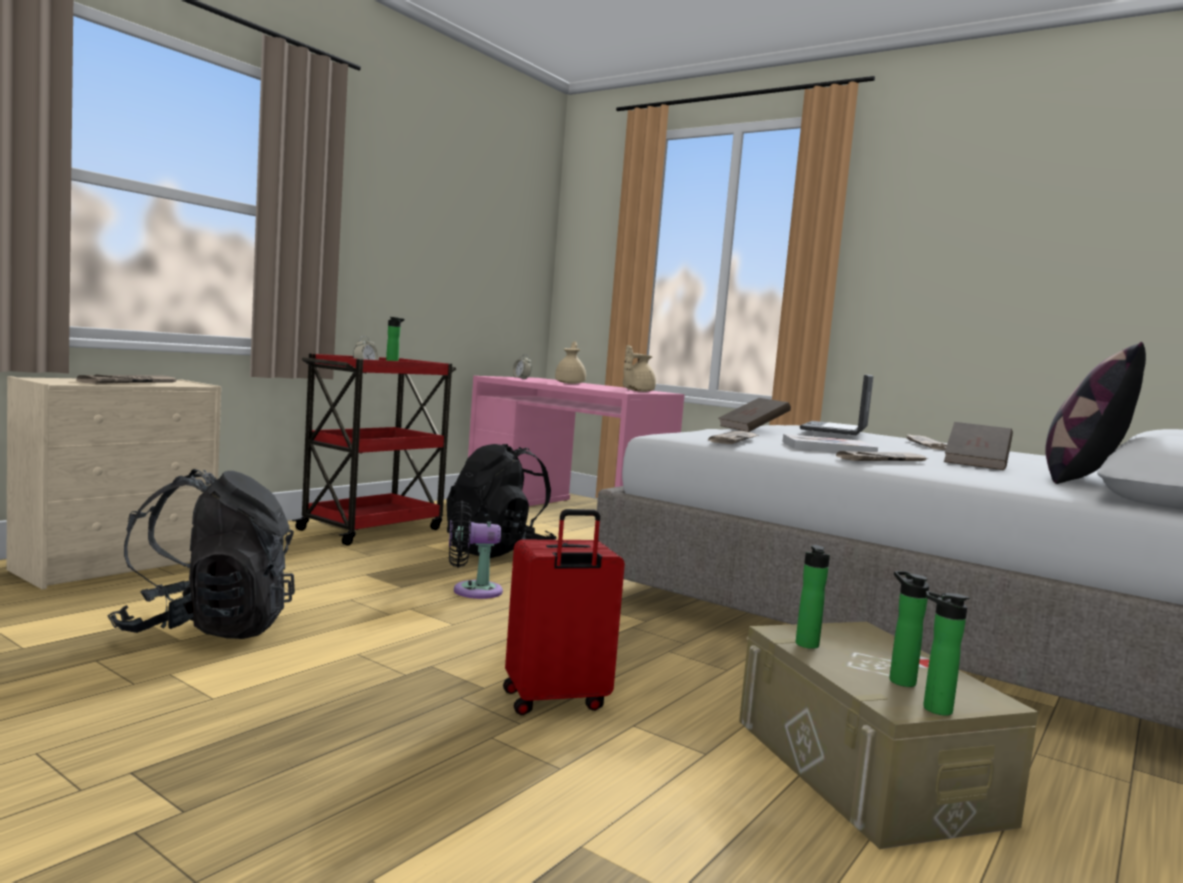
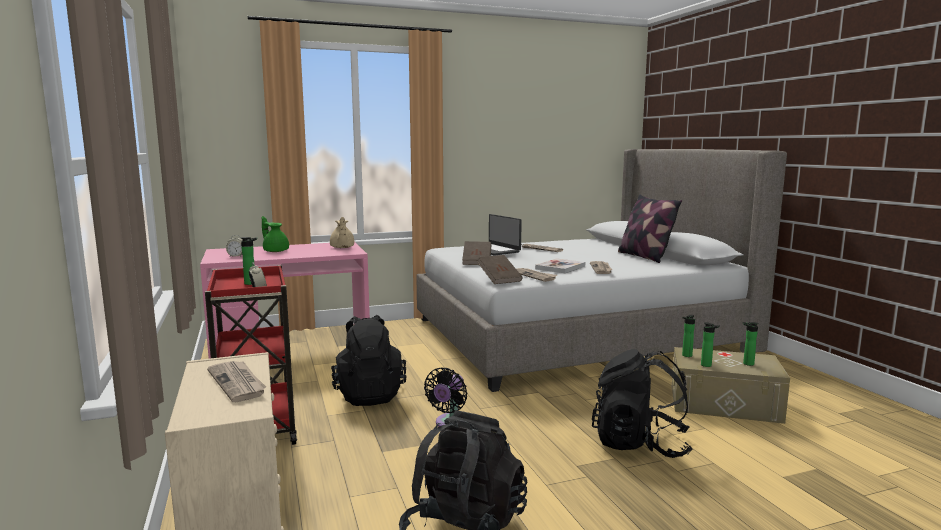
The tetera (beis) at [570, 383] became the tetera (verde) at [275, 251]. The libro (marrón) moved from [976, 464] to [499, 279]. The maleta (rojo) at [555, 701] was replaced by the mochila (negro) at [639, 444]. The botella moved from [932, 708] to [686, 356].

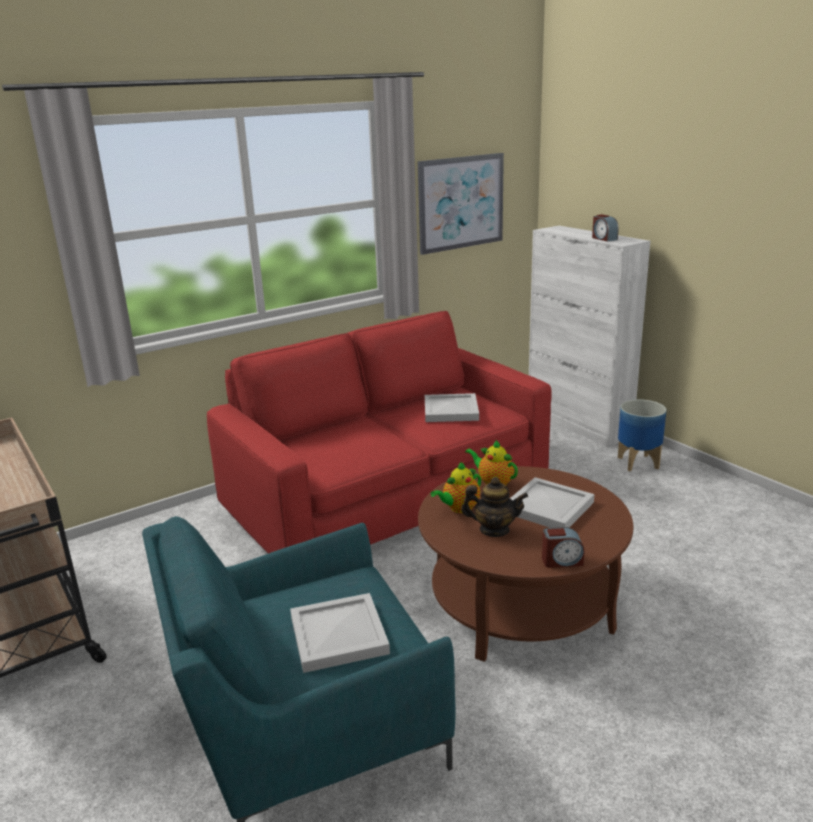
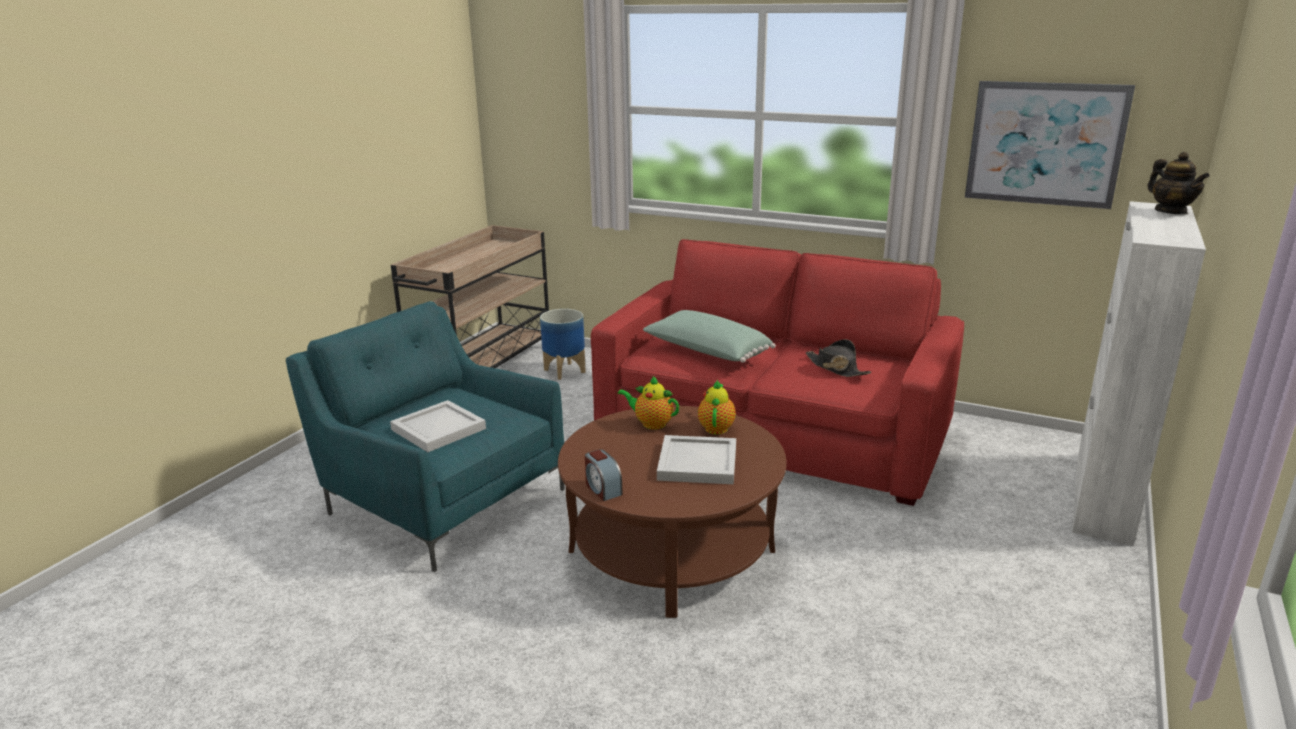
The despertador at [604, 238] disappeared. The bandeja (blanco) at [450, 410] was replaced by the sombrero (negro) at [836, 368]. The maceta moved from [637, 462] to [565, 371]. The tetera moved from [494, 530] to [1171, 212]. The cojín (verde) at [706, 352] appeared.

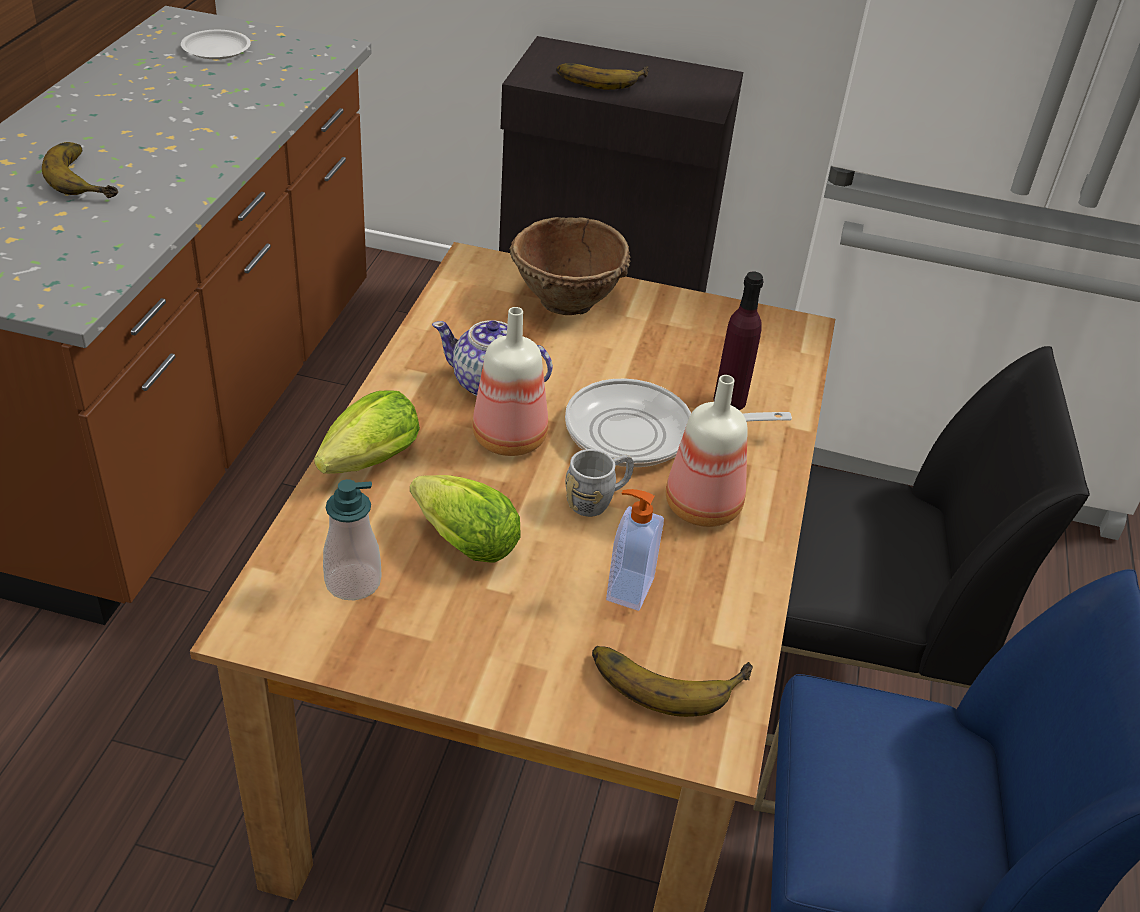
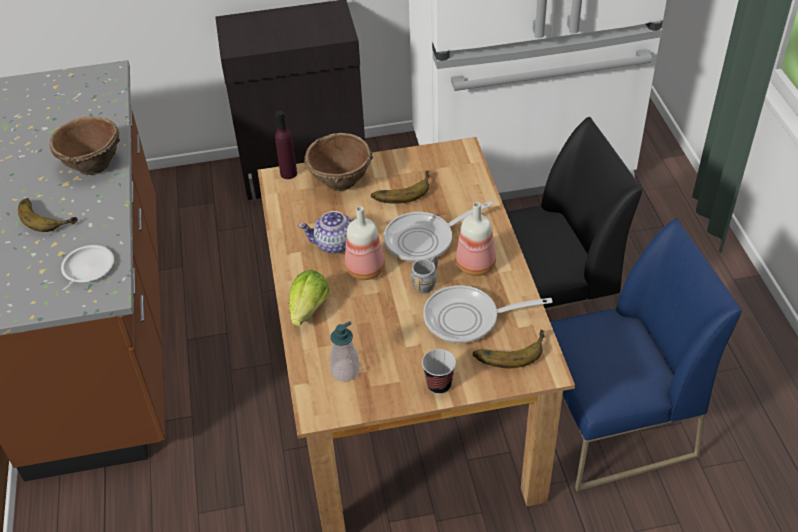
The plato (blanco) moved from [216, 49] to [88, 266]. The plátano moved from [600, 78] to [401, 190]. The botella (morado) moved from [729, 400] to [288, 173]. The lechuga at [460, 540] disappeared. The dispensador de jabón at [628, 589] was replaced by the sartén at [468, 319]. The cuenco (marrón) at [92, 165] appeared. The taza at [439, 385] appeared.

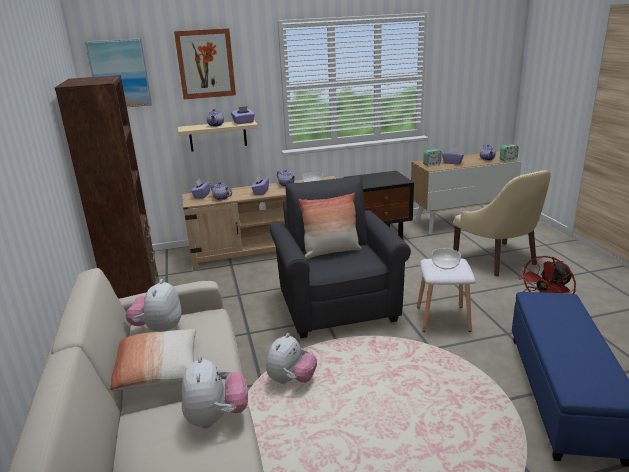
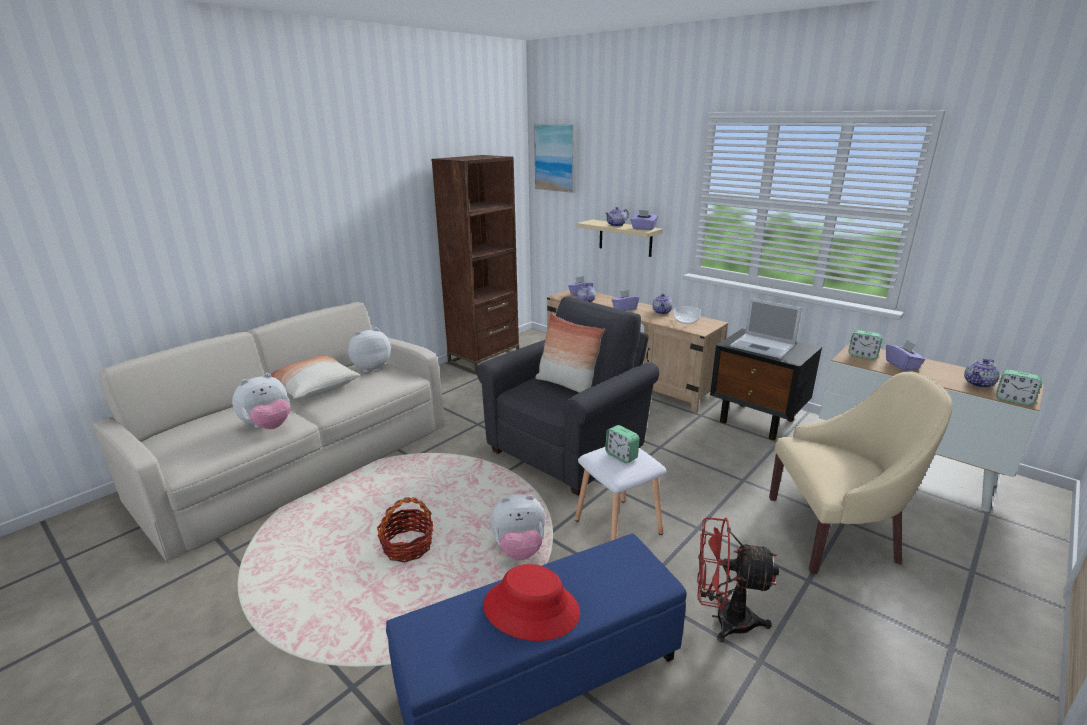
The cuadro at [205, 64] disappeared. The sillón (beis) at [498, 260] turned 120 degrees counterclockwise. The cuenco at [445, 264] was replaced by the despertador at [621, 456]. The peluche moved from [291, 380] to [519, 549]. The portátil at [763, 346] appeared. The cesta at [407, 546] appeared. The sombrero (rojo) at [531, 609] appeared.

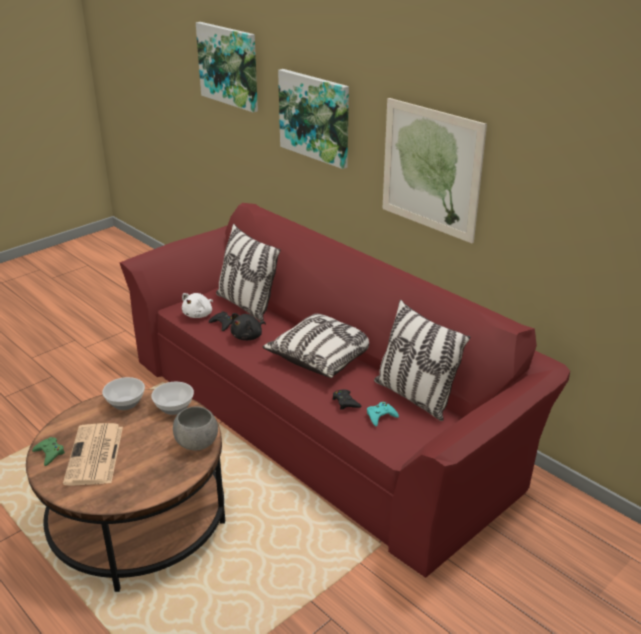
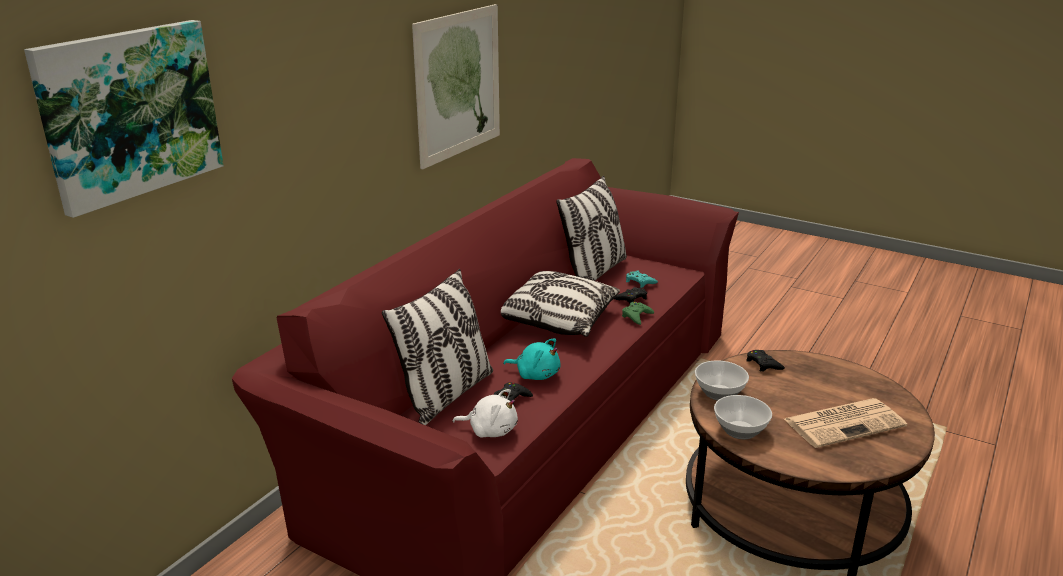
The cuadro at [315, 117] disappeared. The peluche (negro) at [248, 336] became the peluche (turquesa) at [535, 374]. The cuenco (gris) at [197, 443] was replaced by the mando de consola (negro) at [763, 364]. The mando de consola (verde) moved from [49, 453] to [636, 316].

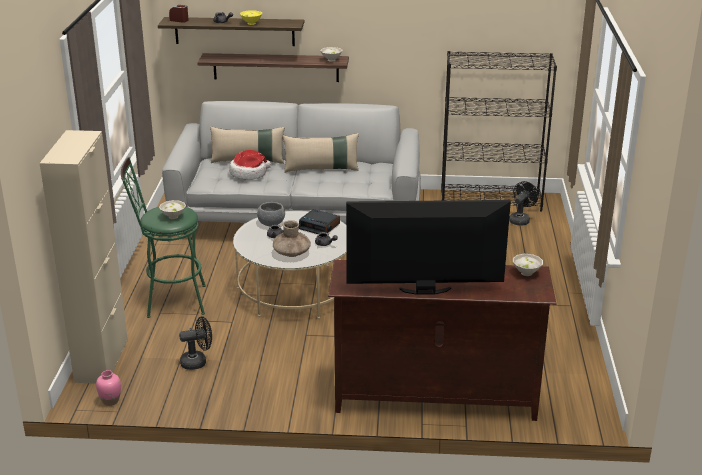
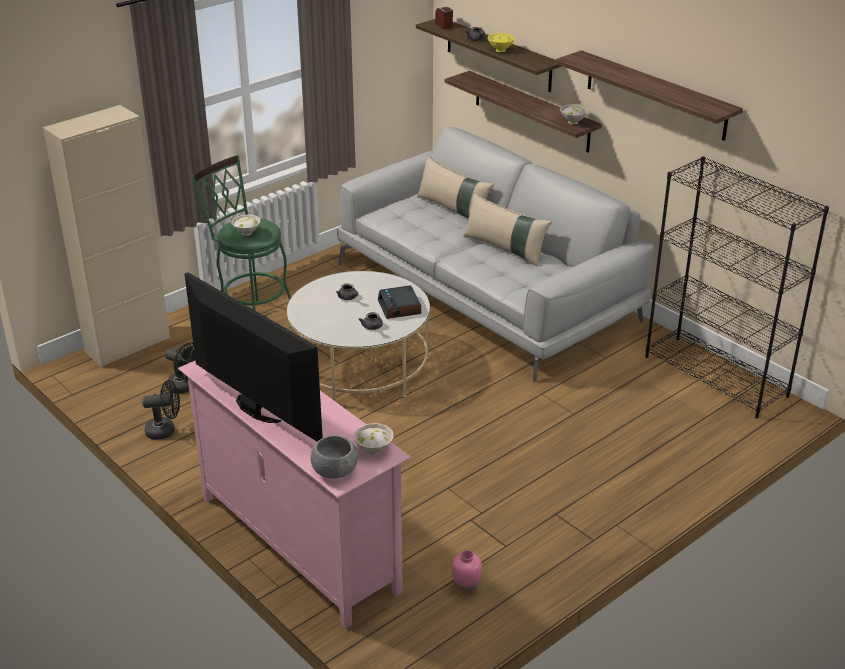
The sombrero at [249, 173] disappeared. The ventilador (negro) moved from [520, 219] to [165, 430]. The cuenco (gris) moved from [271, 223] to [334, 471]. The florero (marrón) at [291, 253] disappeared. The mueble de televisión (marrón) at [434, 399] became the mueble de televisión (rosa) at [297, 544]. The florero (rosa) moved from [110, 401] to [466, 586]. The estante at [655, 95] appeared.

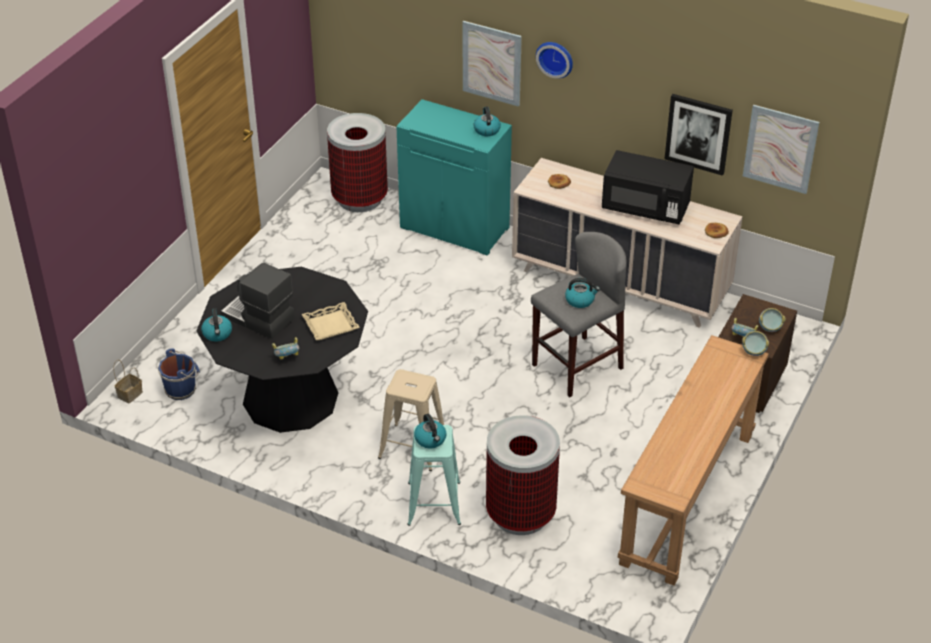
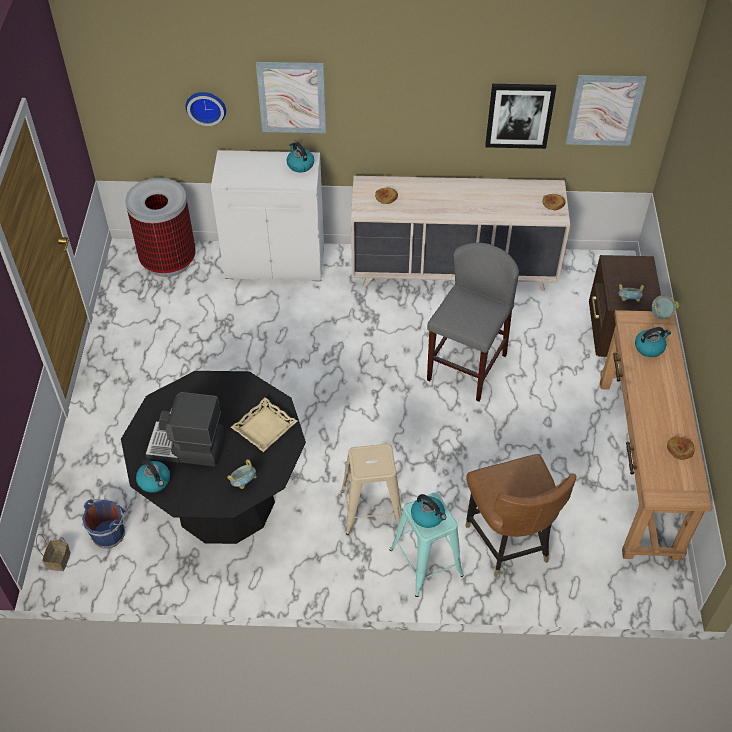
The reloj de pared moved from [555, 58] to [206, 106]. The armario (turquesa) at [455, 227] became the armario (blanco) at [275, 262]. The microondas (negro) at [645, 207] disappeared. The hervidor moved from [580, 300] to [649, 347]. The cuenco at [769, 328] disappeared. The papelera at [520, 514] was replaced by the silla (marrón) at [508, 541]. The pan at [680, 449] appeared.

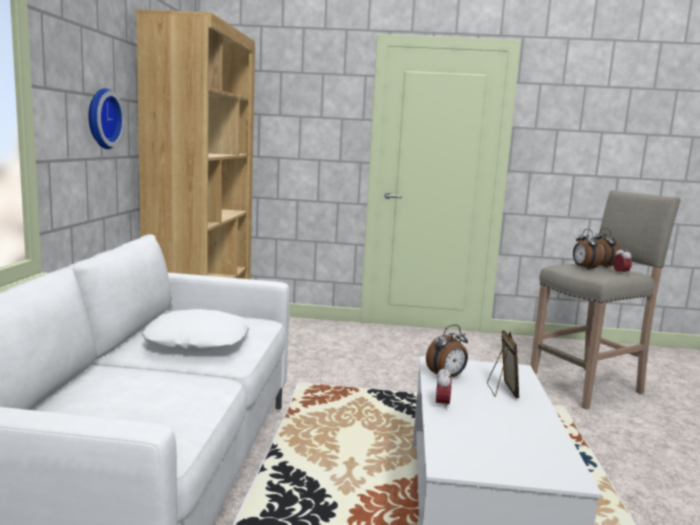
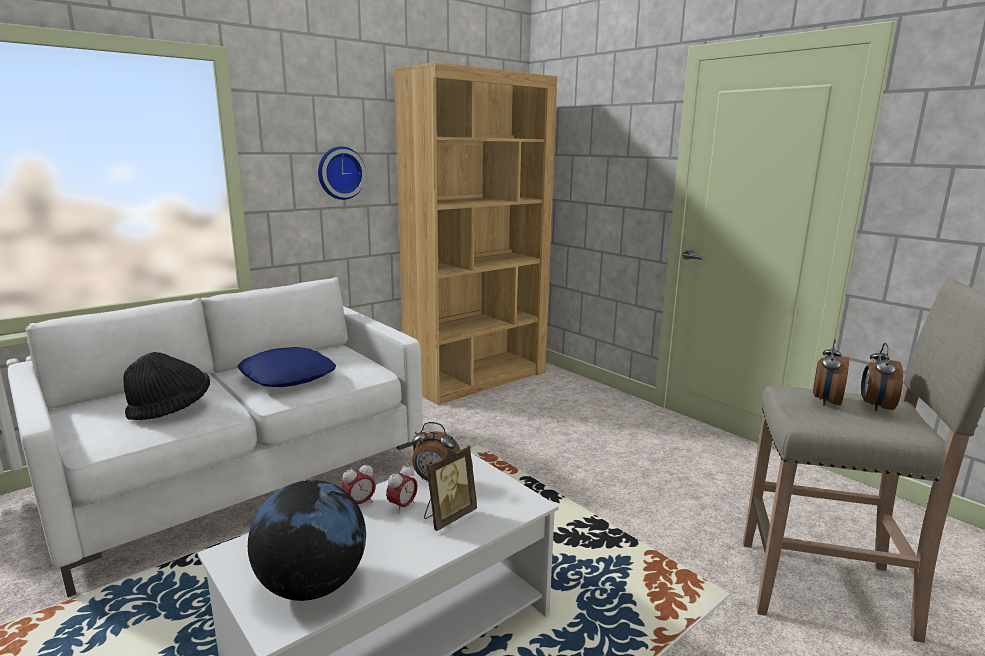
The despertador moved from [620, 273] to [402, 506]. The cojín (blanco) at [198, 341] became the cojín (azul) at [288, 376]. The sombrero (negro) at [171, 409] appeared. The globo terráqueo at [312, 585] appeared.

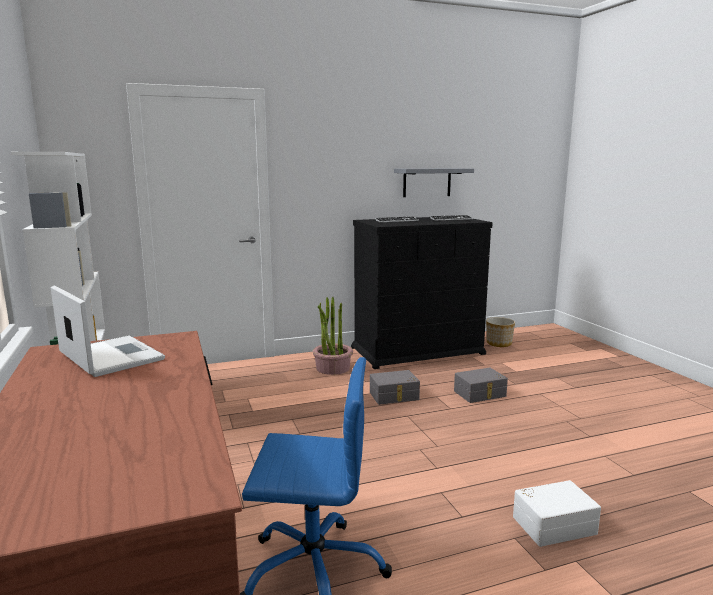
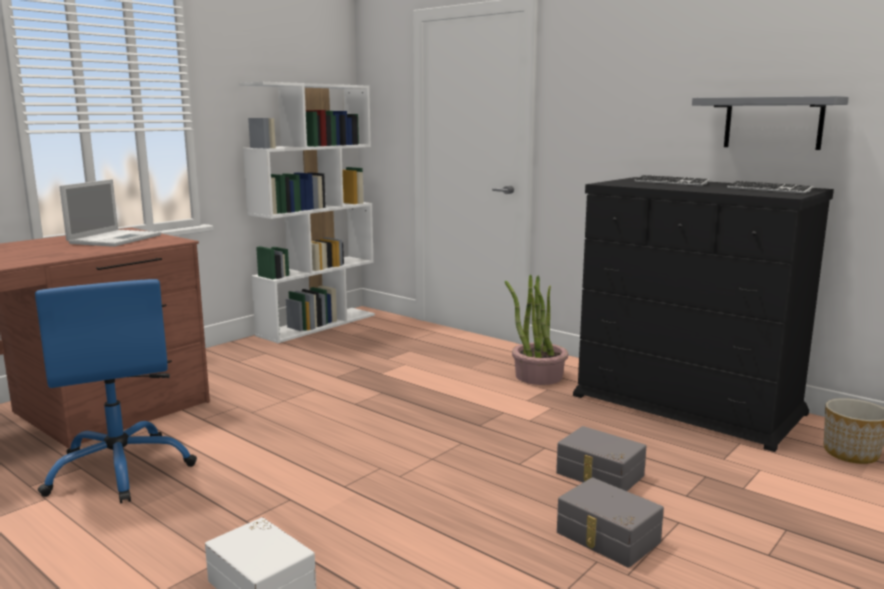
The caja de almacenaje (gris) moved from [394, 396] to [607, 538].

